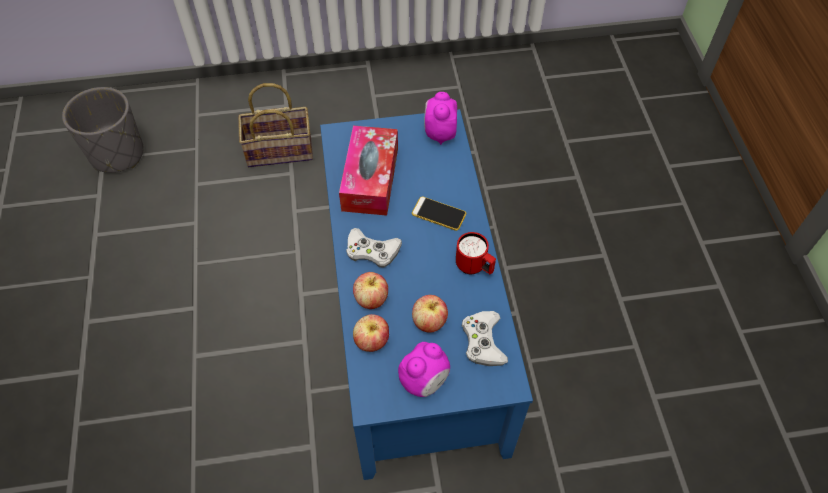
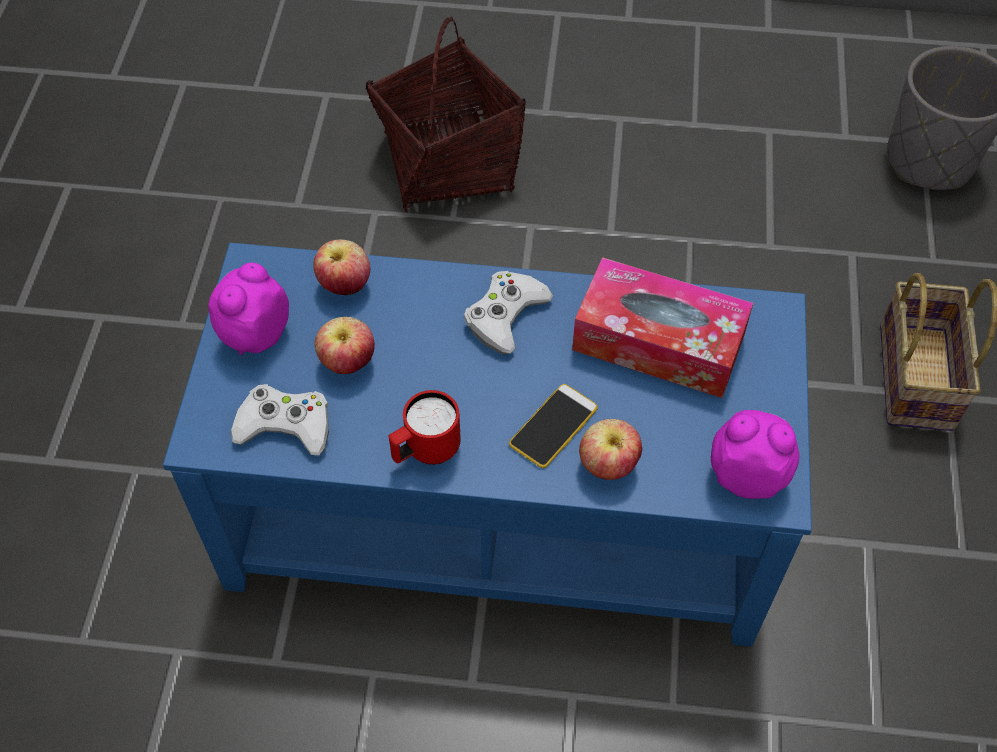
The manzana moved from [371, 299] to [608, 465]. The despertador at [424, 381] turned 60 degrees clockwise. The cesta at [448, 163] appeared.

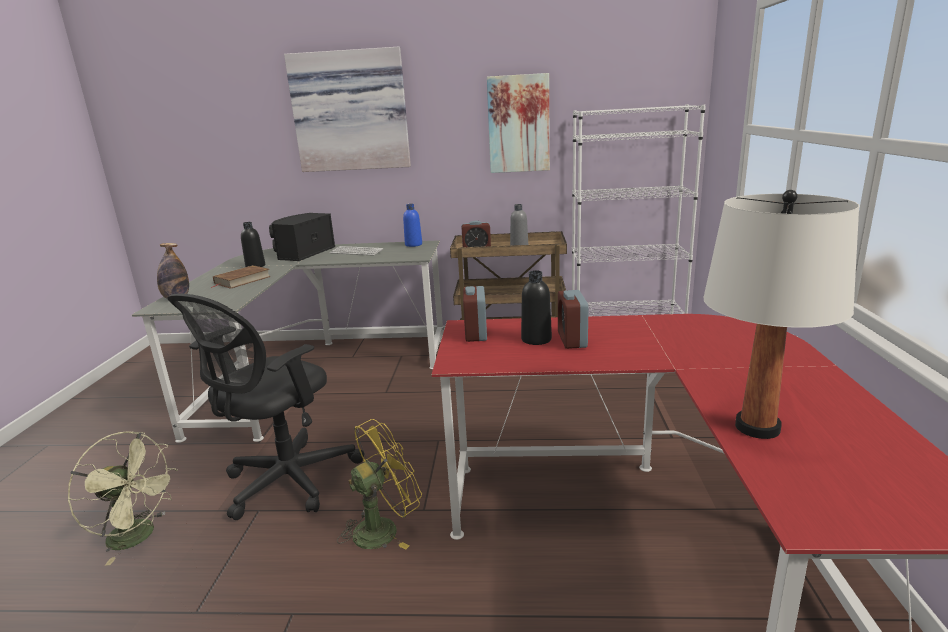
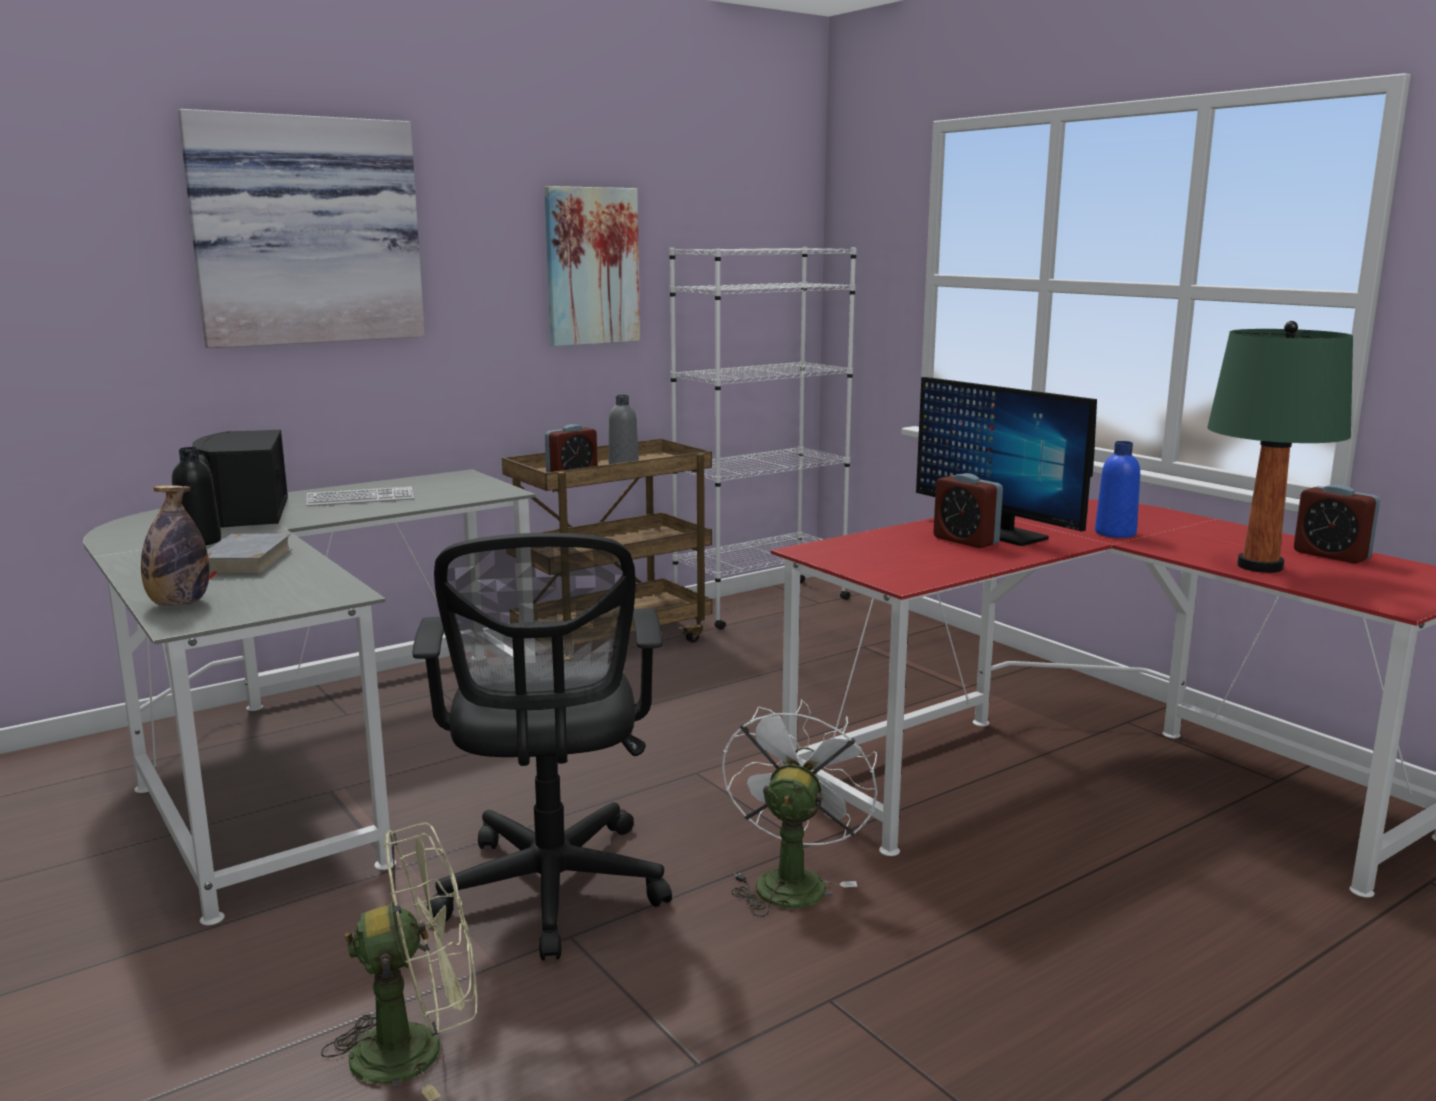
The lámpara de mesa (blanco) at [757, 428] became the lámpara de mesa (verde) at [1260, 567]. The botella (azul) moved from [413, 245] to [1115, 533]. The libro (marrón) at [242, 280] became the libro (gris) at [244, 562]. The botella (negro) at [536, 339] disappeared. The despertador moved from [476, 334] to [1331, 555]. The ventilador (amarillo) at [383, 528] became the ventilador (blanco) at [791, 880]. The monitor at [1000, 534] appeared.

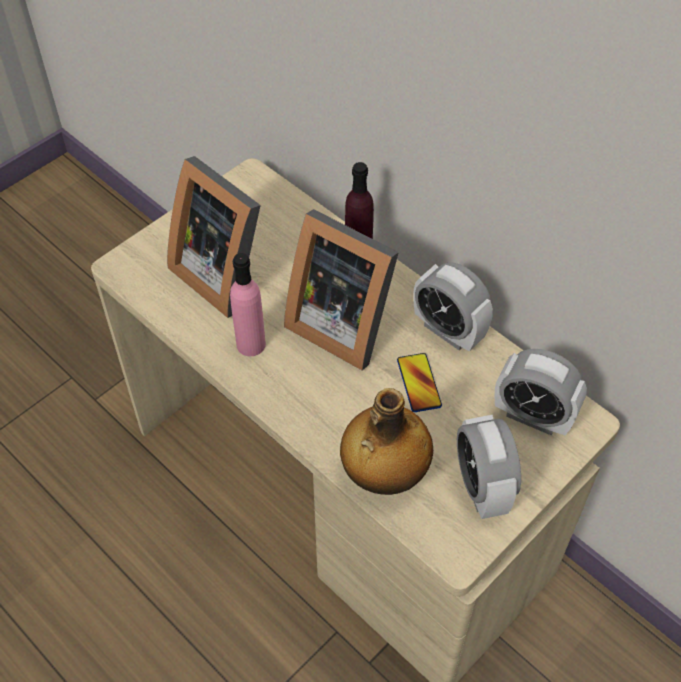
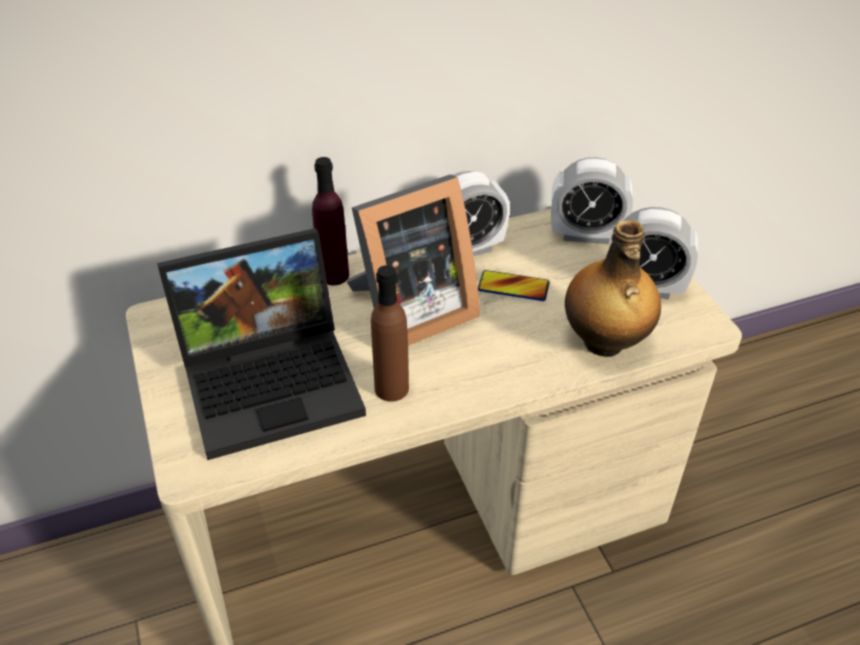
The portarretratos at [224, 272] was replaced by the portátil at [274, 380]. The botella (rosa) at [251, 344] became the botella (marrón) at [391, 388]. The despertador at [533, 416] turned 45 degrees clockwise.

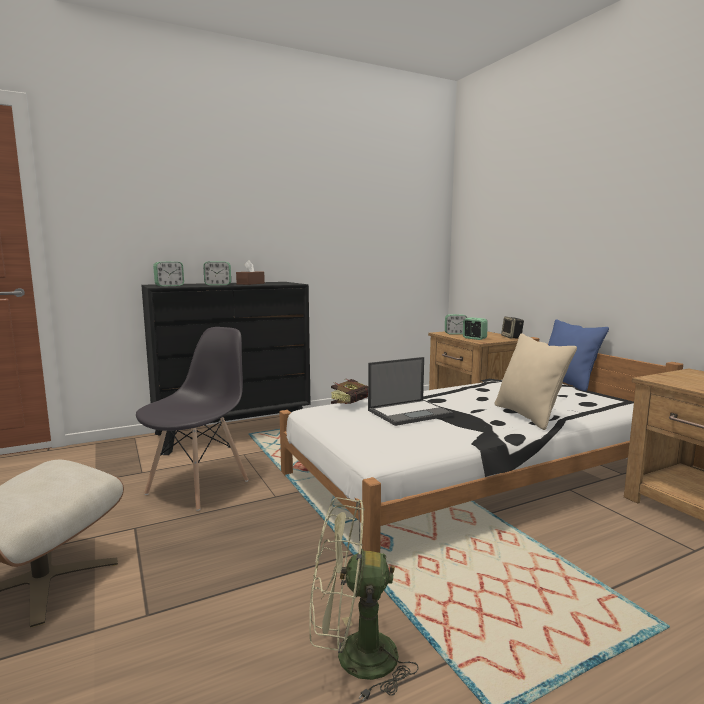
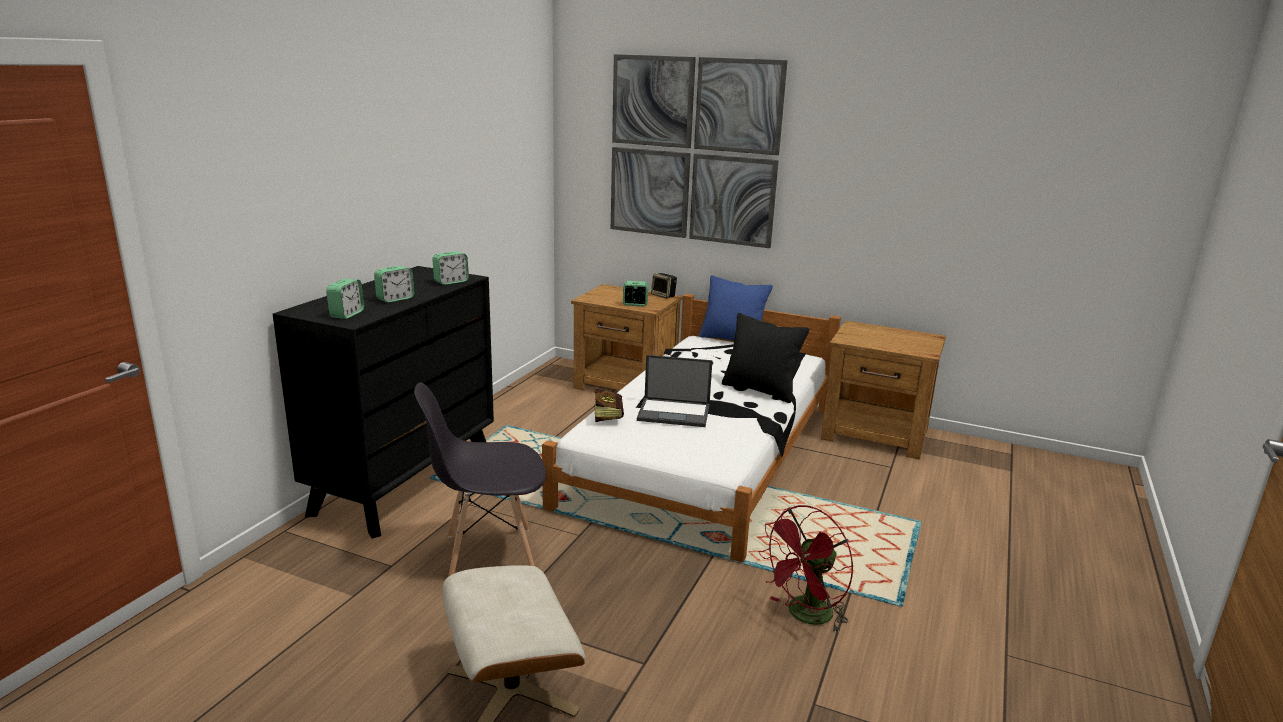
The caja de pañuelos (marrón) at [250, 284] disappeared. The despertador moved from [455, 333] to [451, 282]. The silla (gris) at [199, 486] turned 90 degrees counterclockwise. The cojín (beis) at [528, 416] became the cojín (negro) at [760, 390]. The portátil at [410, 412] turned 75 degrees clockwise. The ventilador (verde) at [353, 658] became the ventilador (rojo) at [805, 616]. The cuadro at [693, 150] appeared.

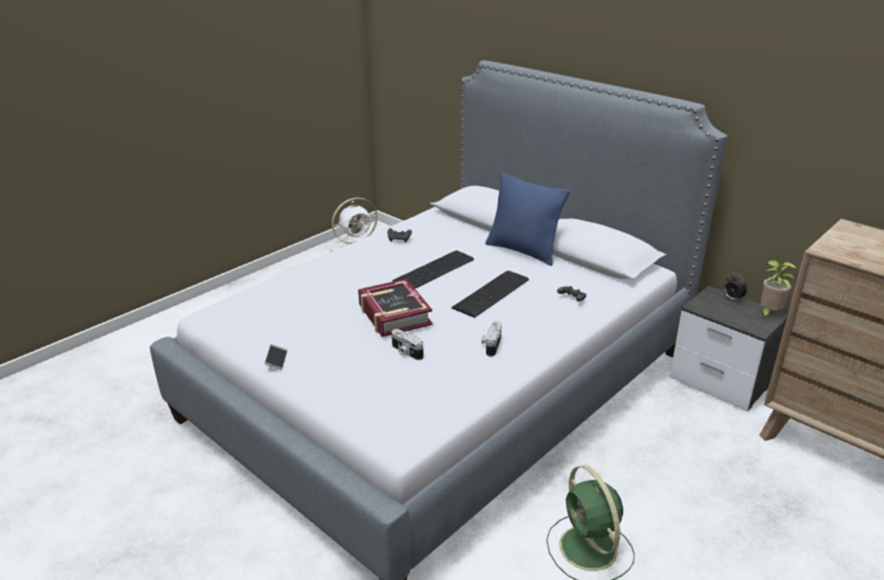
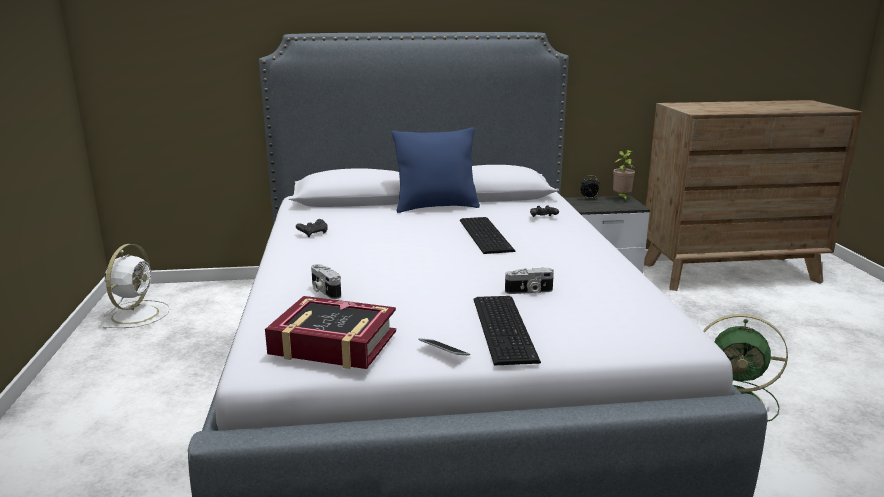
The teclado moved from [436, 270] to [506, 327]. The libro moved from [394, 314] to [333, 343]. The cámara moved from [491, 345] to [324, 291].

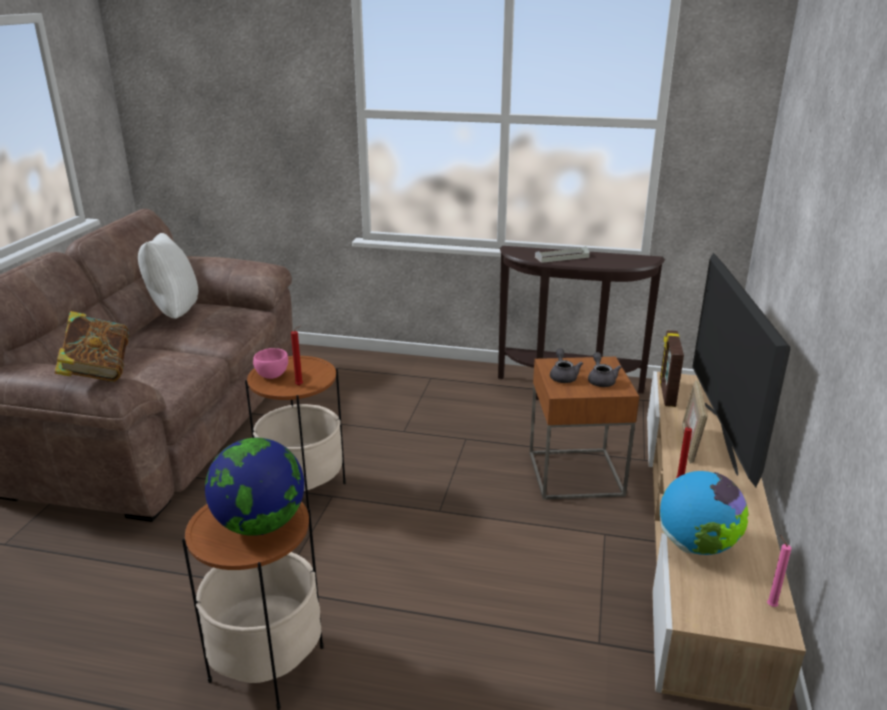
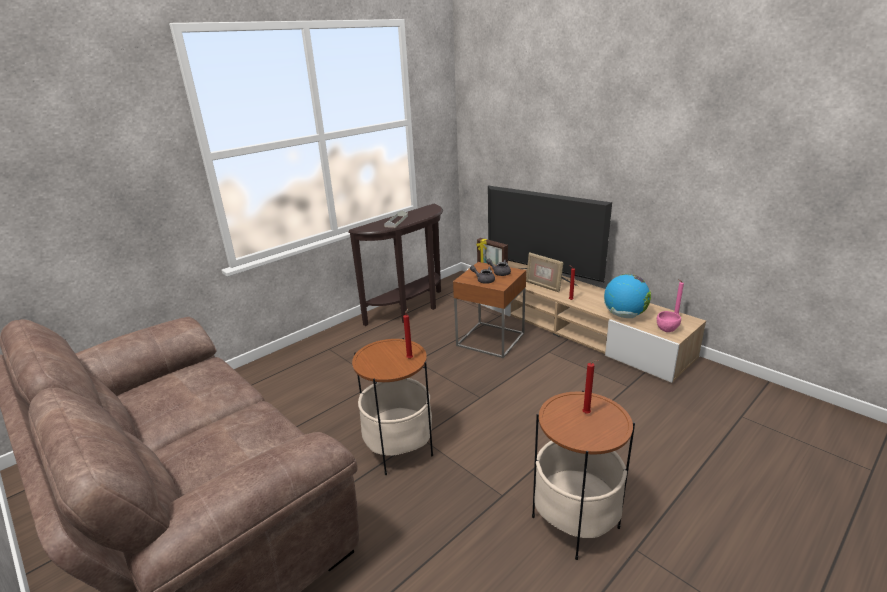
The cojín (blanco) at [173, 313] disappeared. The libro at [98, 372] disappeared. The cuenco (rosa) moved from [272, 374] to [666, 329]. The globo terráqueo at [260, 524] was replaced by the vela (rojo) at [587, 414].

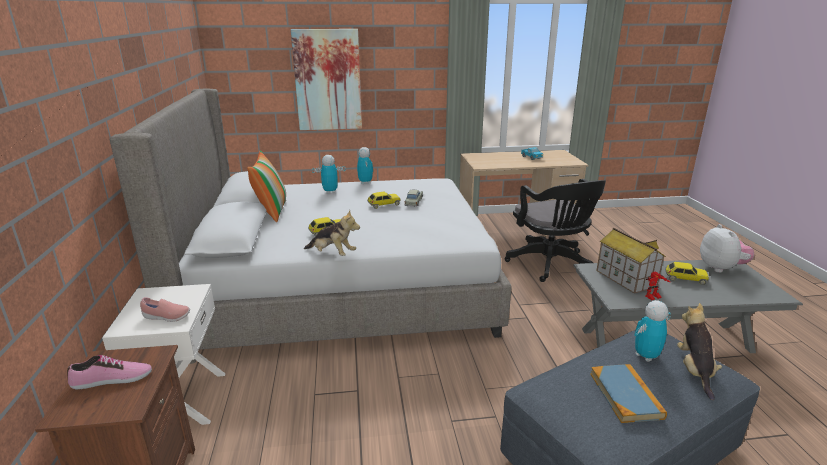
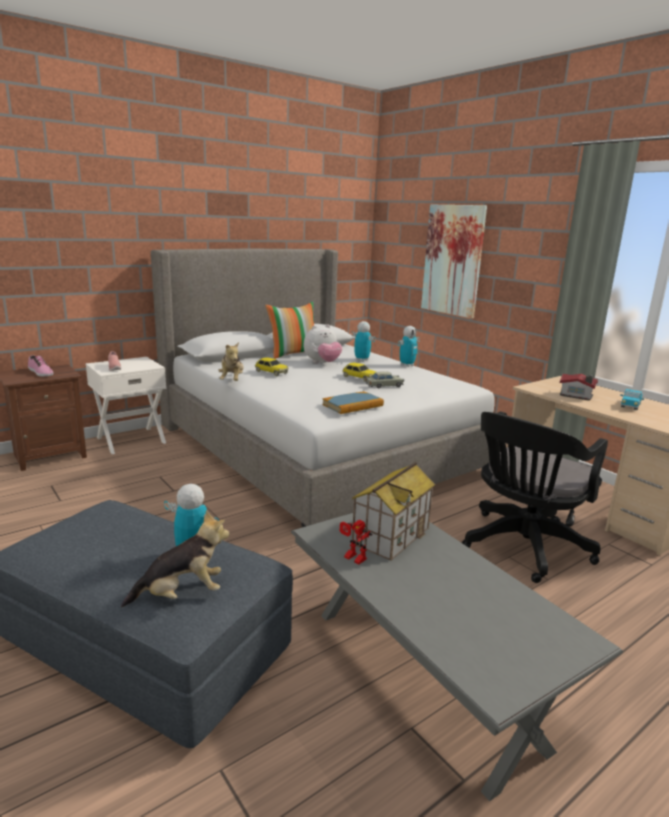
The peluche moved from [721, 268] to [322, 363]. The coche de juguete at [685, 278] disappeared. The libro moved from [625, 395] to [353, 405]. The casita at [577, 396] appeared.

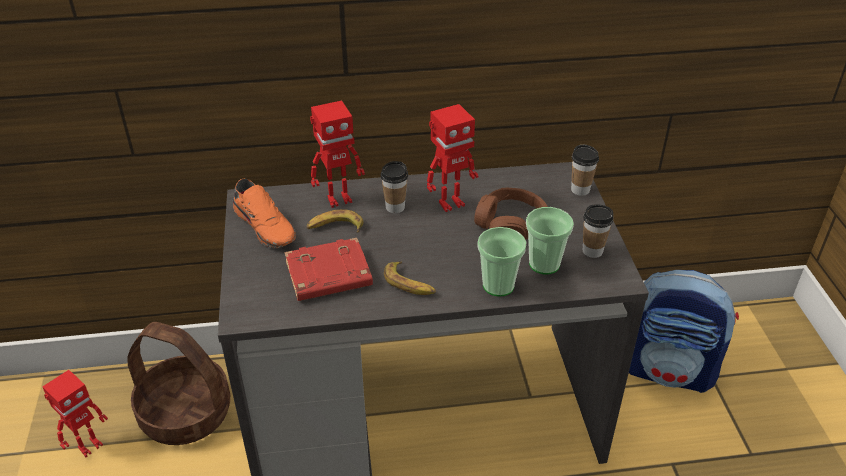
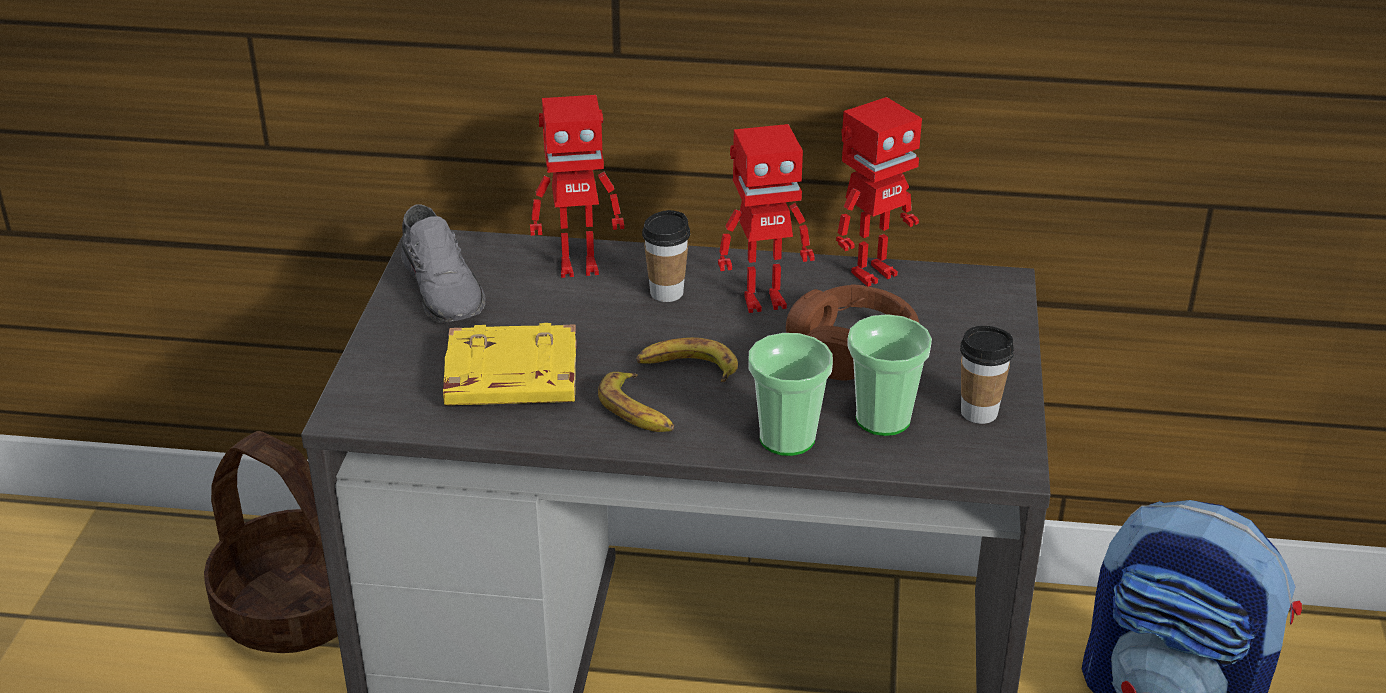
The taza at [580, 190] disappeared. The zapato (naranja) at [266, 225] became the zapato (gris) at [444, 288]. The plátano moved from [335, 227] to [687, 368]. The libro (rojo) at [328, 276] became the libro (amarillo) at [510, 378]. The robot de juguete moved from [89, 446] to [871, 273].

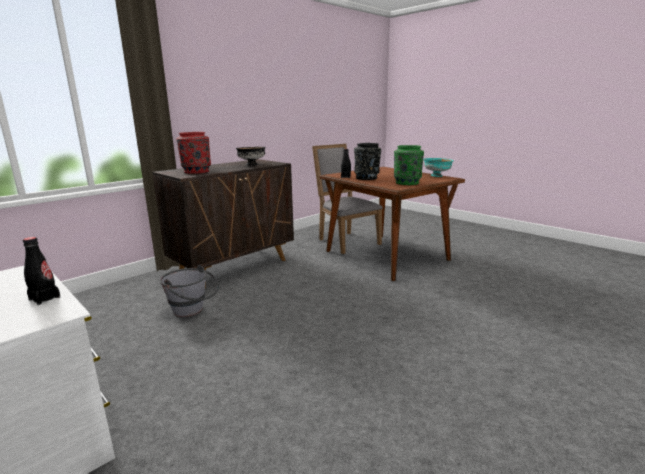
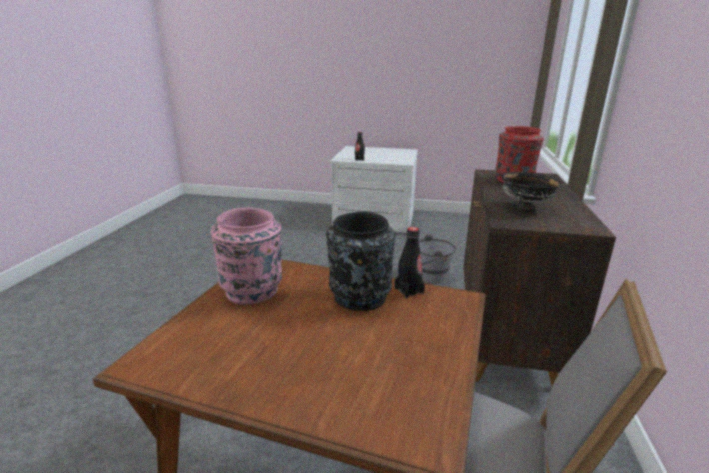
The florero (verde) at [407, 182] became the florero (rosa) at [252, 292]. The cuenco (turquesa) at [437, 176] disappeared.

